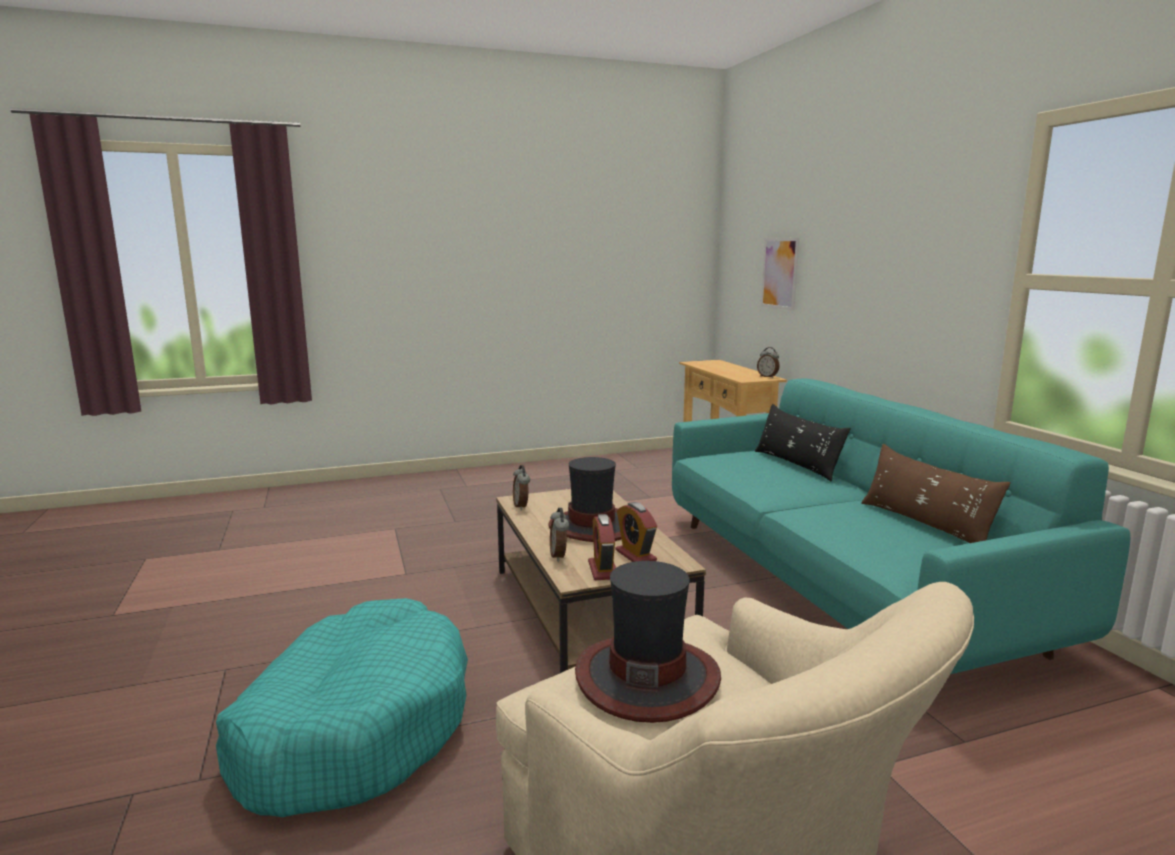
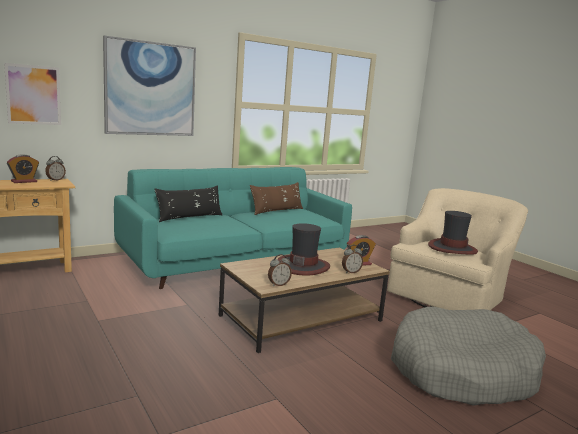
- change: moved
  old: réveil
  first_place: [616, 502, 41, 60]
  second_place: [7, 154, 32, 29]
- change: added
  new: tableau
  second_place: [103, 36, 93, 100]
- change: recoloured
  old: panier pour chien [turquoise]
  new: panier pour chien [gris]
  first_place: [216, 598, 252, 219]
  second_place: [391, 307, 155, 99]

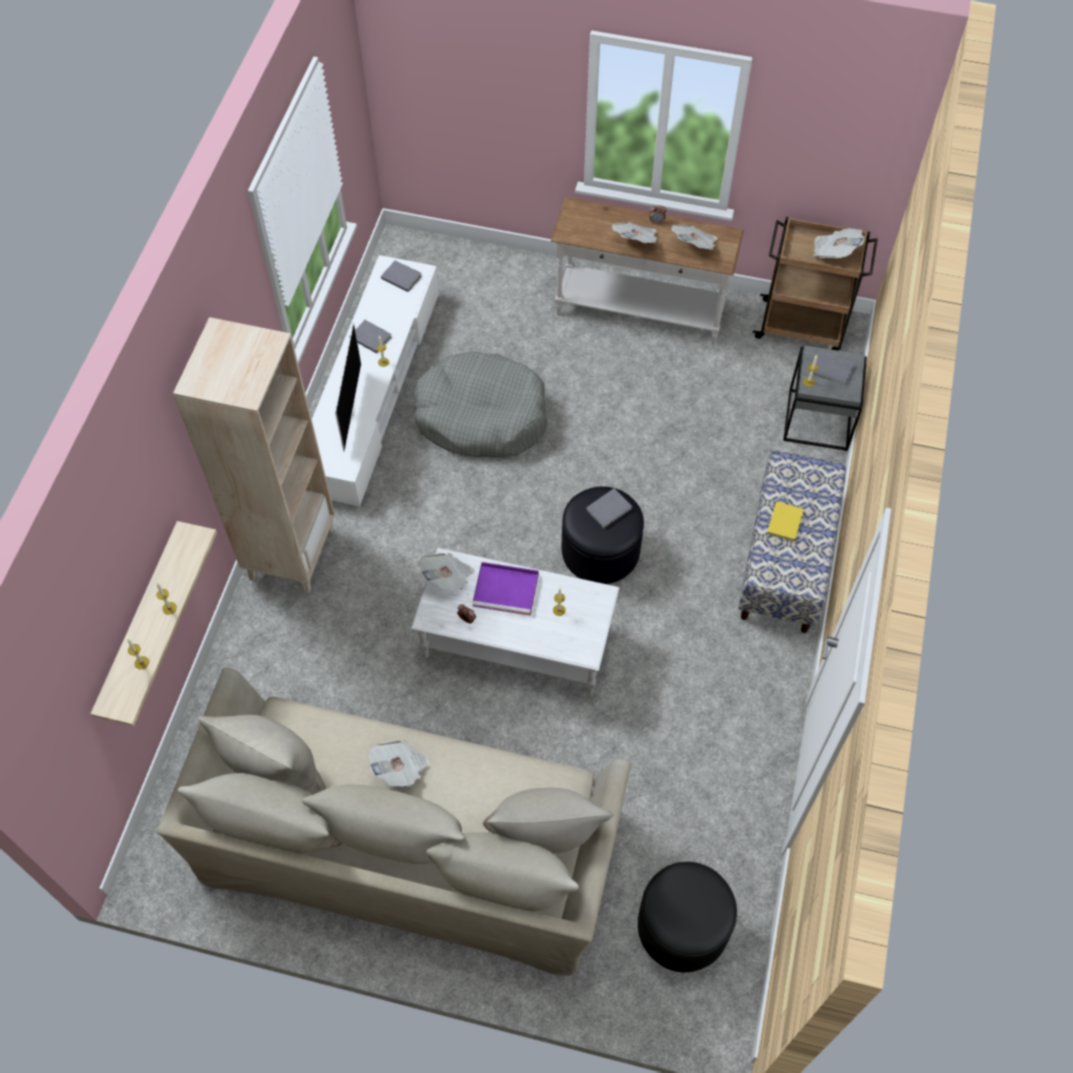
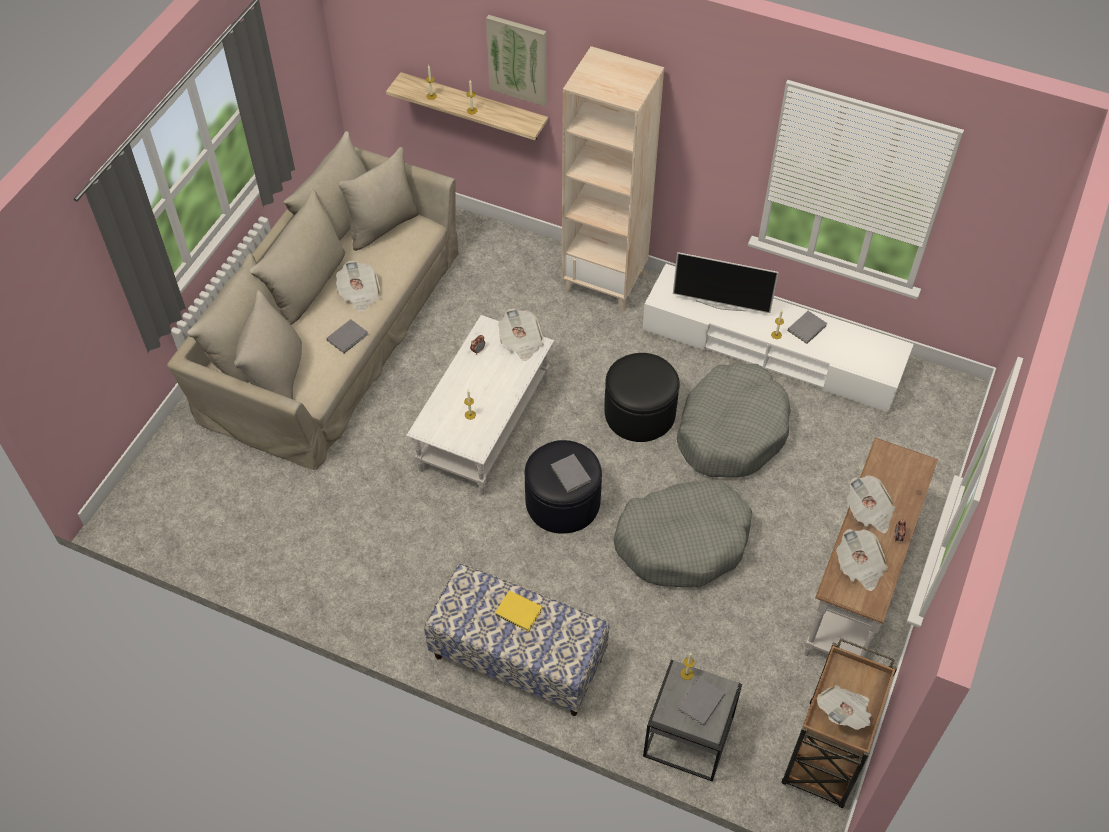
- change: moved
  old: livre [gris]
  first_place: [381, 260, 41, 32]
  second_place: [326, 319, 42, 34]
- change: added
  new: tableau
  second_place: [486, 15, 61, 91]
- change: moved
  old: pouf [noir]
  first_place: [638, 862, 99, 110]
  second_place: [604, 353, 76, 89]
- change: added
  new: panier pour chien [gris]
  second_place: [613, 481, 139, 107]
- change: removed
  old: plateau [violet]
  first_place: [472, 562, 67, 53]

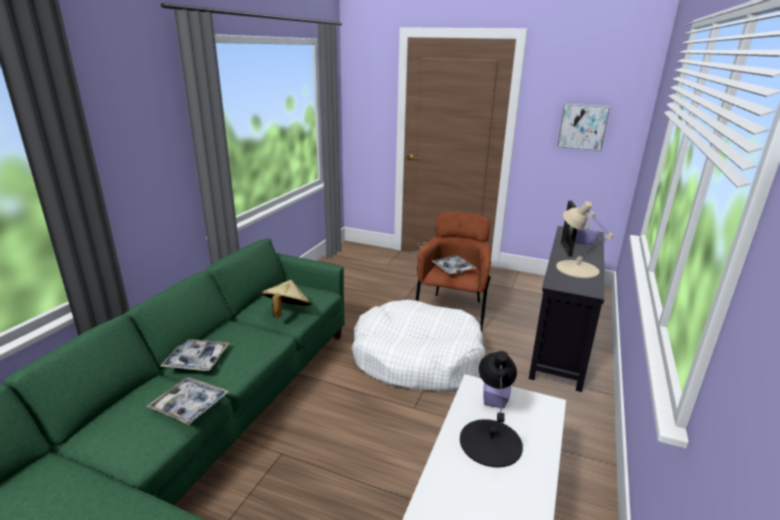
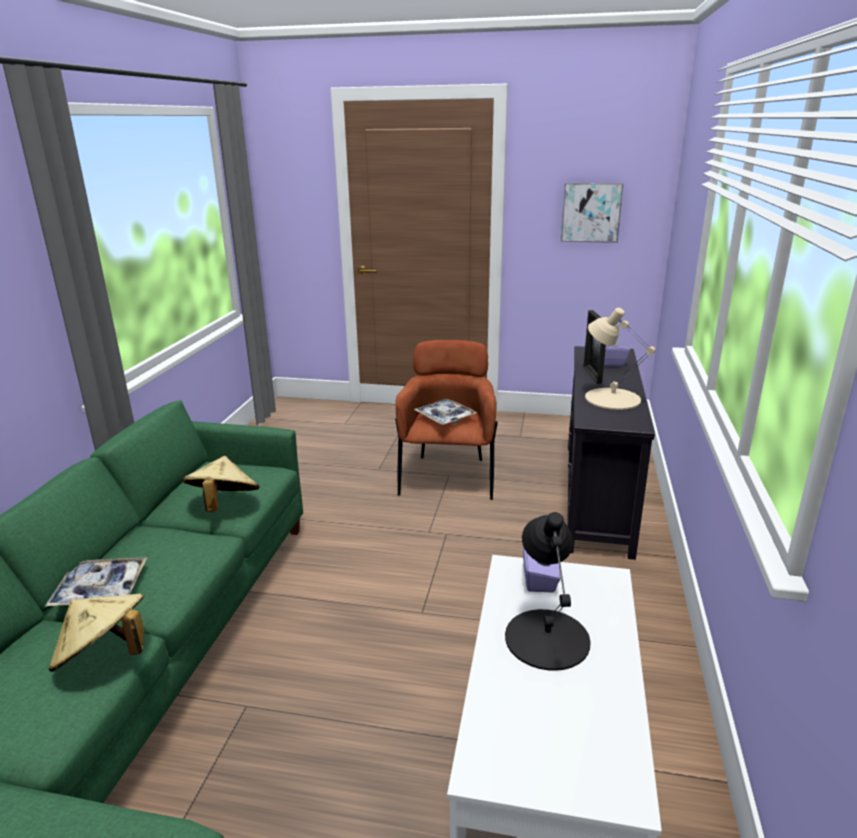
- change: replaced
  old: plateau
  new: chapeau [beige]
  first_place: [146, 377, 83, 48]
  second_place: [49, 594, 95, 78]
- change: removed
  old: panier pour chien [blanc]
  first_place: [352, 300, 133, 91]

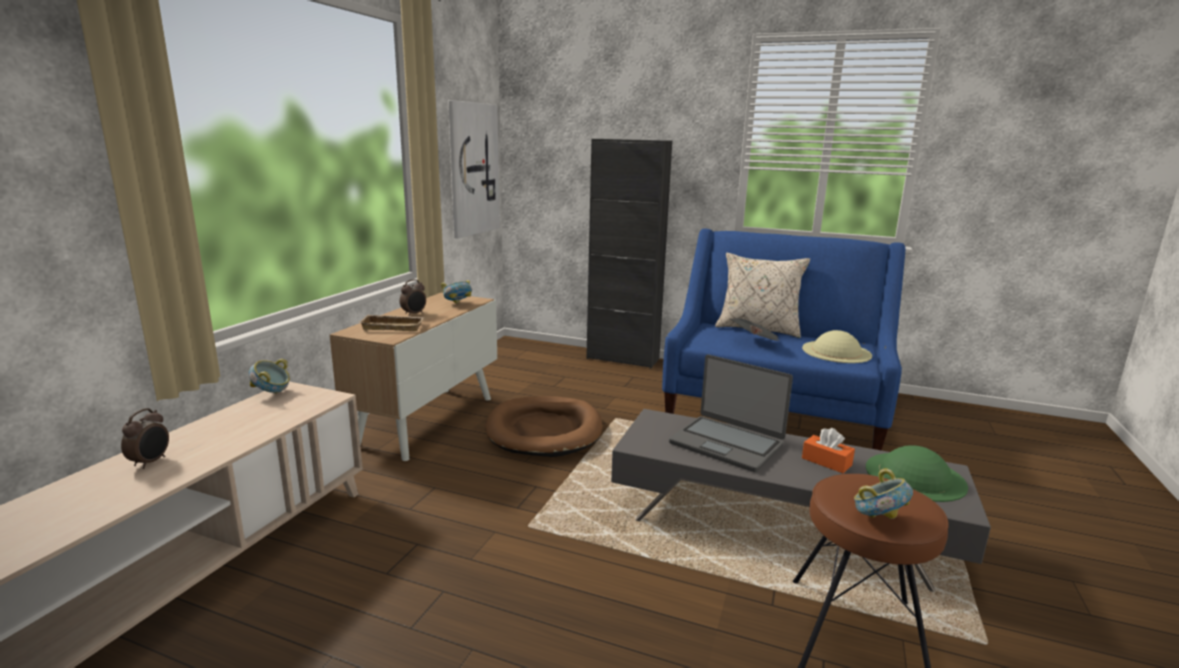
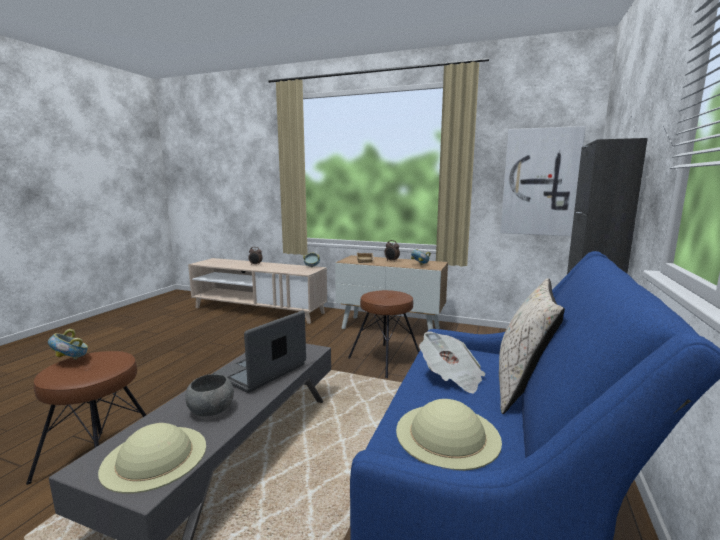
- change: recoloured
  old: chapeau [vert]
  new: chapeau [beige]
  first_place: [866, 446, 102, 56]
  second_place: [98, 423, 108, 71]
- change: replaced
  old: boîte à mouchoirs [orange]
  new: bol [gris]
  first_place: [802, 428, 53, 45]
  second_place: [185, 374, 49, 43]
- change: replaced
  old: panier pour chien [marron]
  new: tabouret [marron]
  first_place: [486, 396, 117, 61]
  second_place: [348, 290, 71, 88]

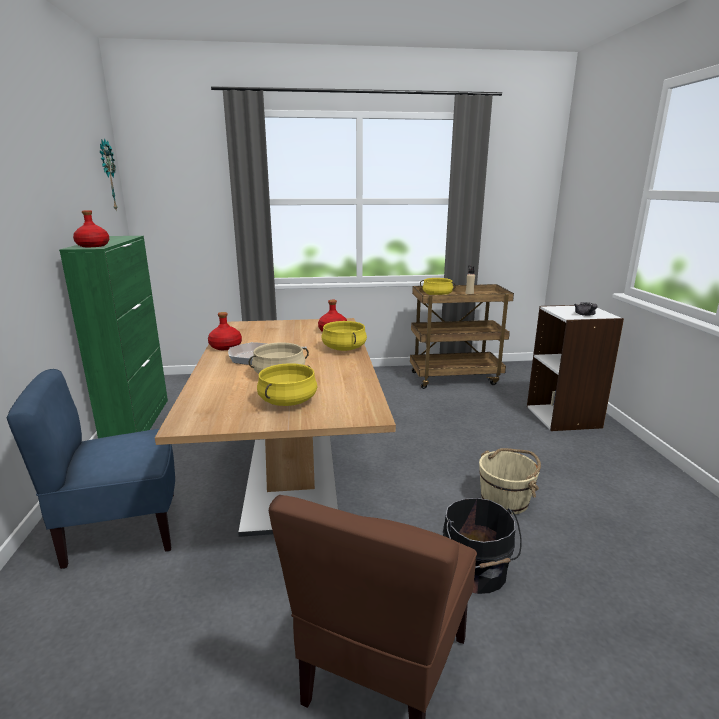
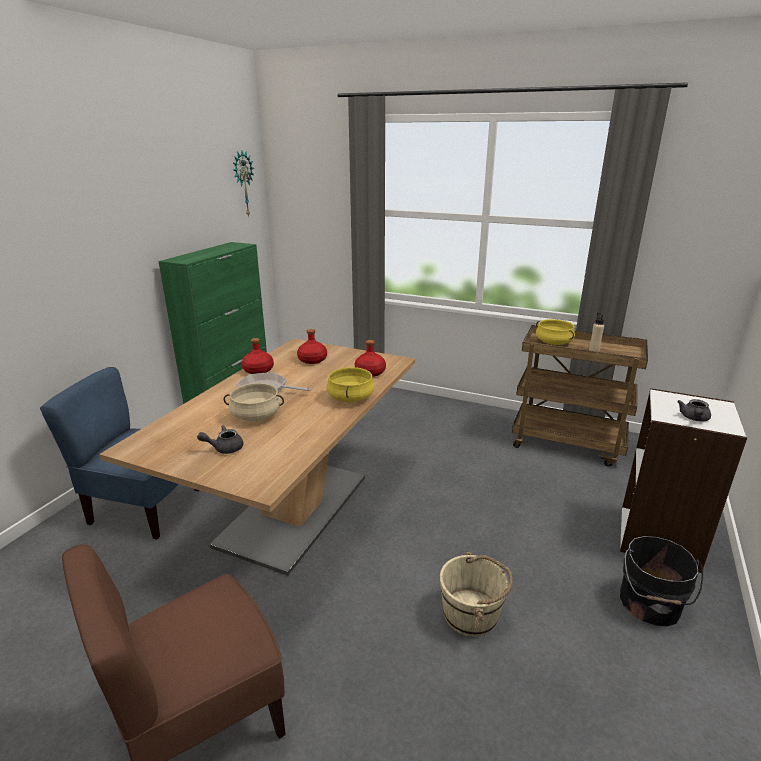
- change: replaced
  old: marmite [jaune]
  new: théière [gris]
  first_place: [257, 363, 61, 43]
  second_place: [197, 425, 46, 29]
- change: moved
  old: bouteille [rouge]
  first_place: [73, 210, 36, 37]
  second_place: [297, 329, 30, 35]
- change: moved
  old: seau [noir]
  first_place: [443, 498, 79, 96]
  second_place: [620, 536, 83, 90]

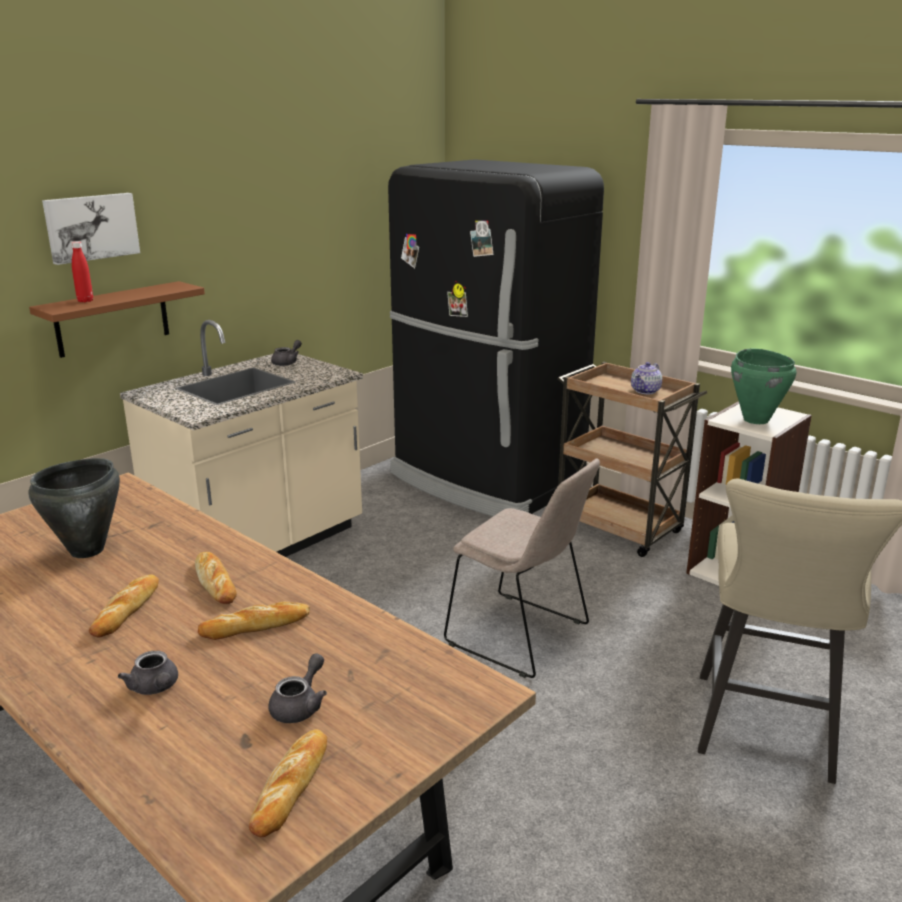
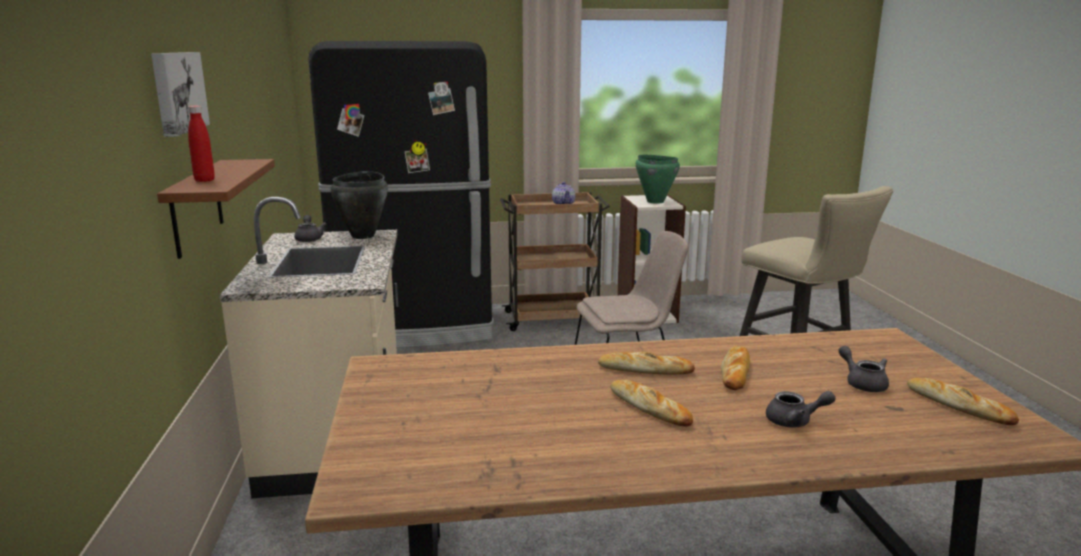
- change: moved
  old: marmite [noir]
  first_place: [28, 458, 92, 100]
  second_place: [331, 171, 57, 68]

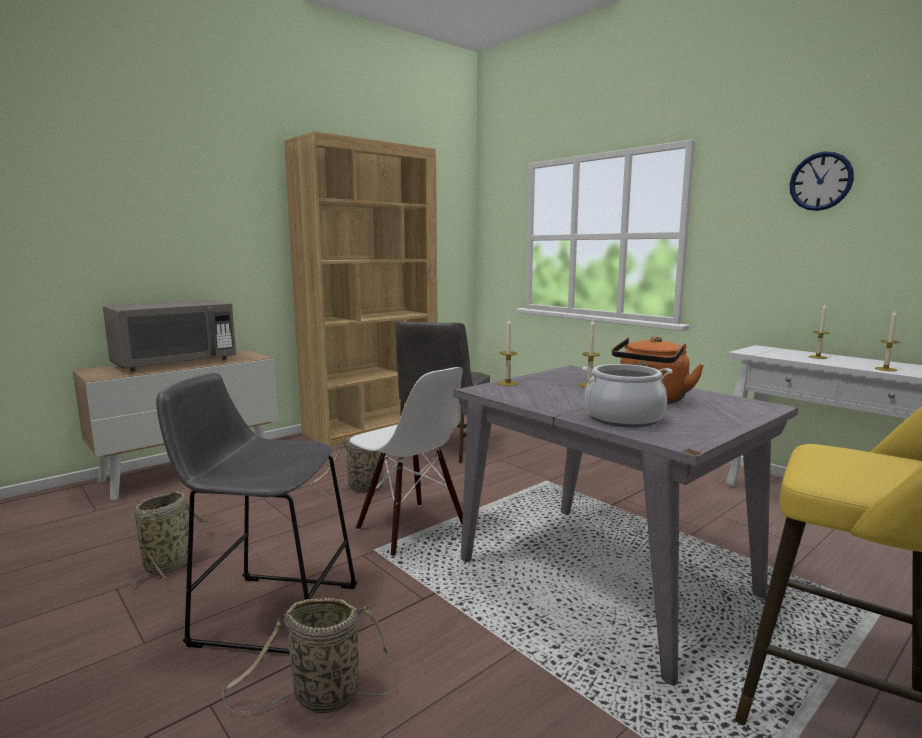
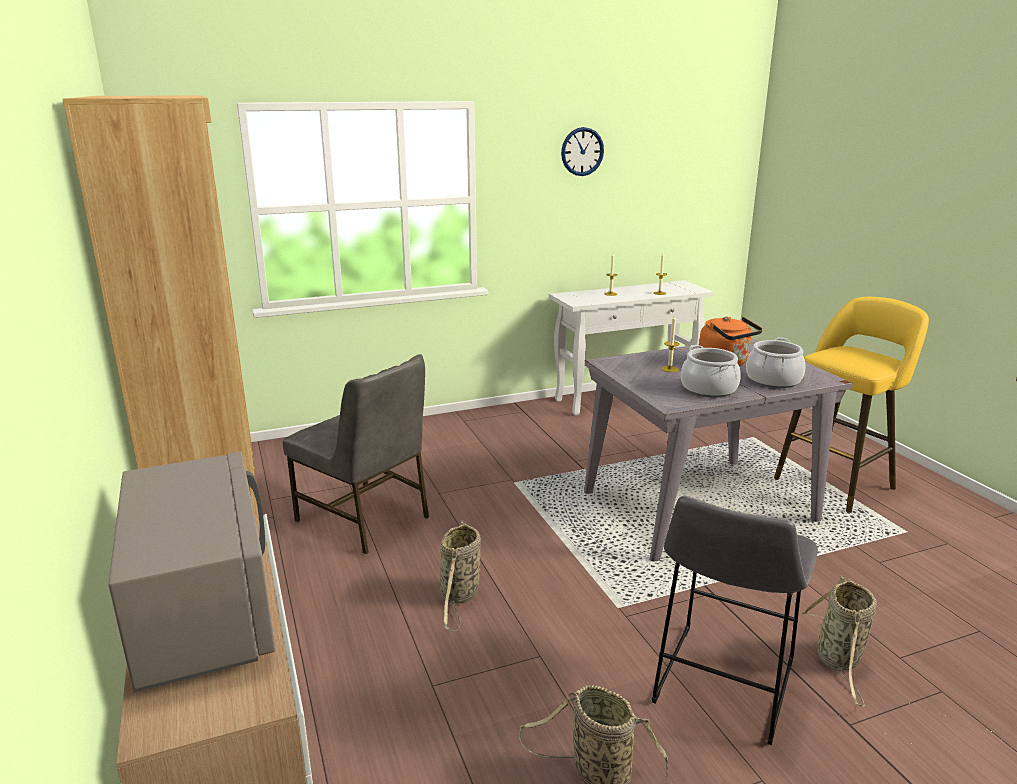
- change: added
  new: marmite
  second_place: [681, 345, 60, 52]
- change: removed
  old: chaise [blanc]
  first_place: [349, 367, 114, 189]
- change: removed
  old: bougie
  first_place: [498, 319, 20, 67]

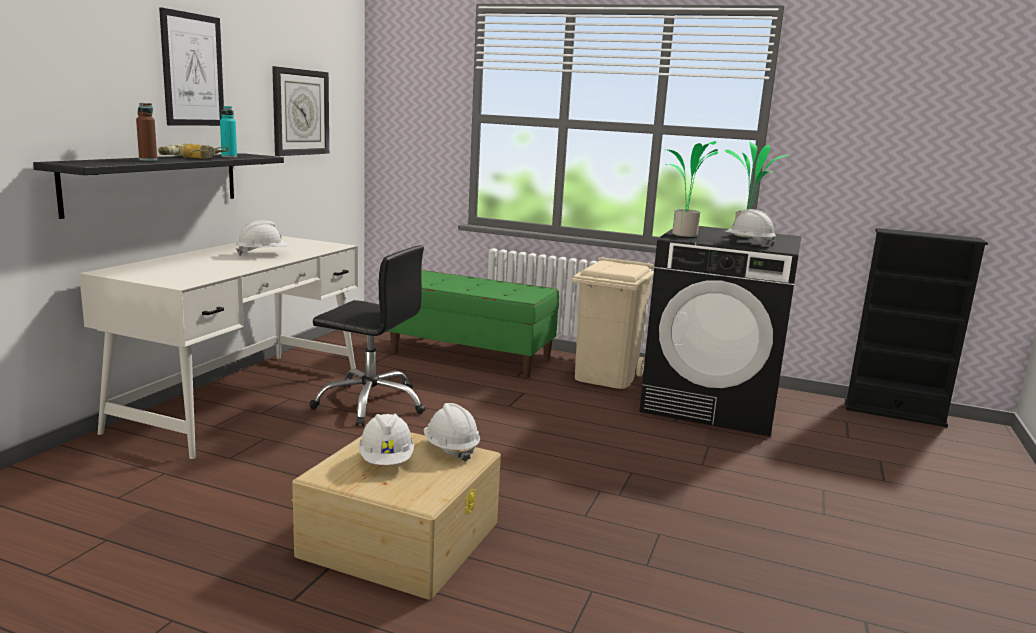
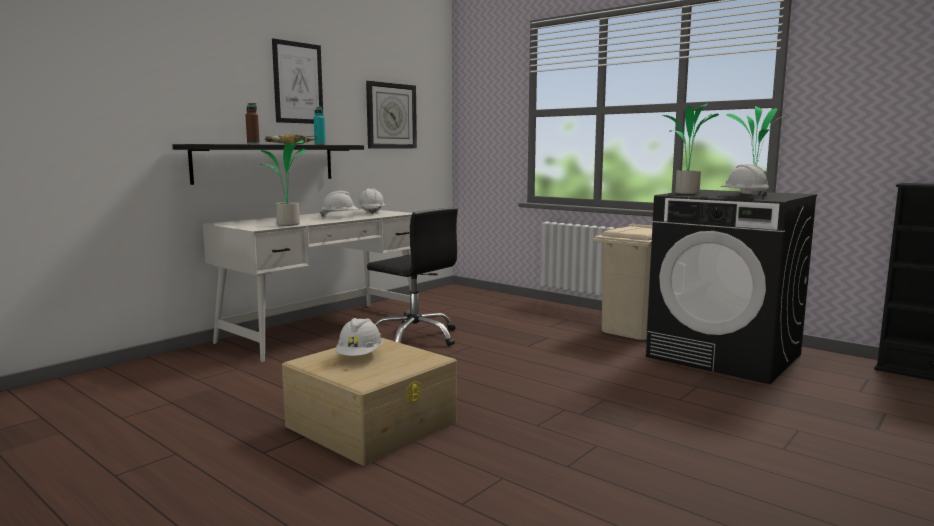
- change: added
  new: plante en pot
  second_place: [258, 140, 48, 86]
- change: moved
  old: casque de chantier [blanc]
  first_place: [424, 403, 56, 59]
  second_place: [357, 188, 28, 26]
- change: removed
  old: banc [vert]
  first_place: [386, 270, 173, 108]

